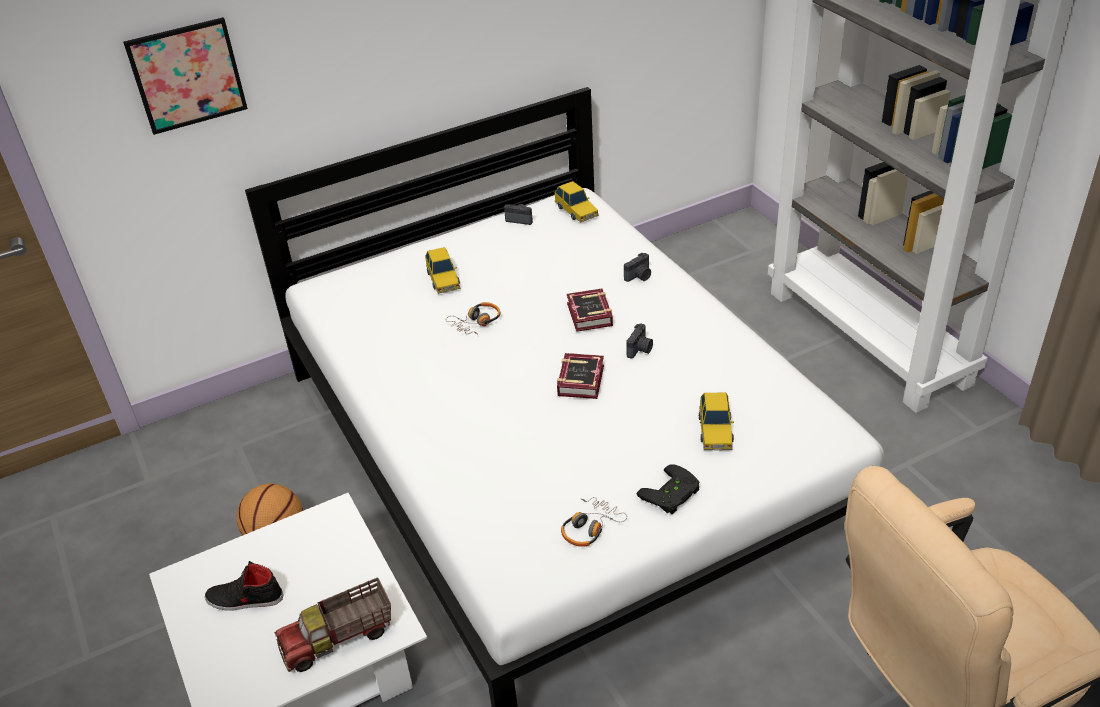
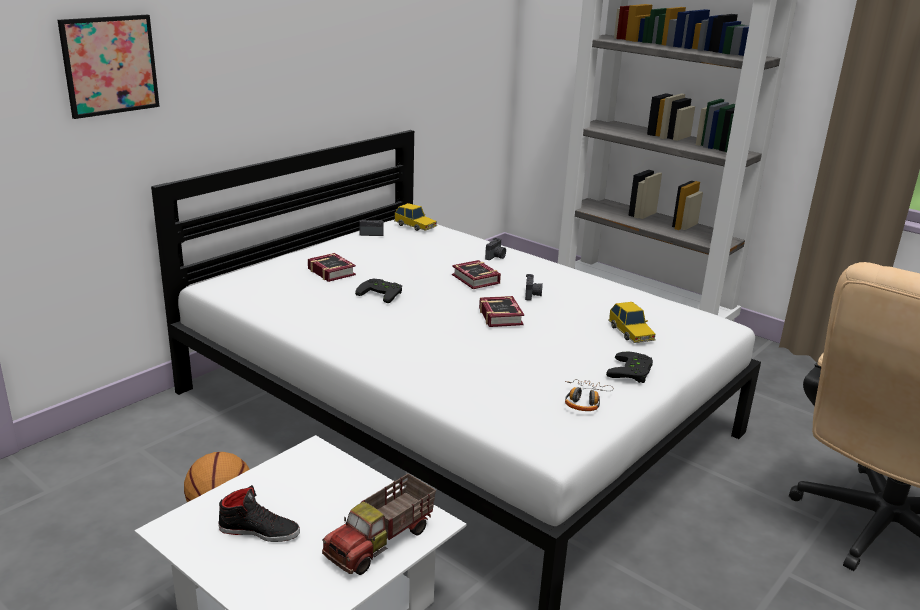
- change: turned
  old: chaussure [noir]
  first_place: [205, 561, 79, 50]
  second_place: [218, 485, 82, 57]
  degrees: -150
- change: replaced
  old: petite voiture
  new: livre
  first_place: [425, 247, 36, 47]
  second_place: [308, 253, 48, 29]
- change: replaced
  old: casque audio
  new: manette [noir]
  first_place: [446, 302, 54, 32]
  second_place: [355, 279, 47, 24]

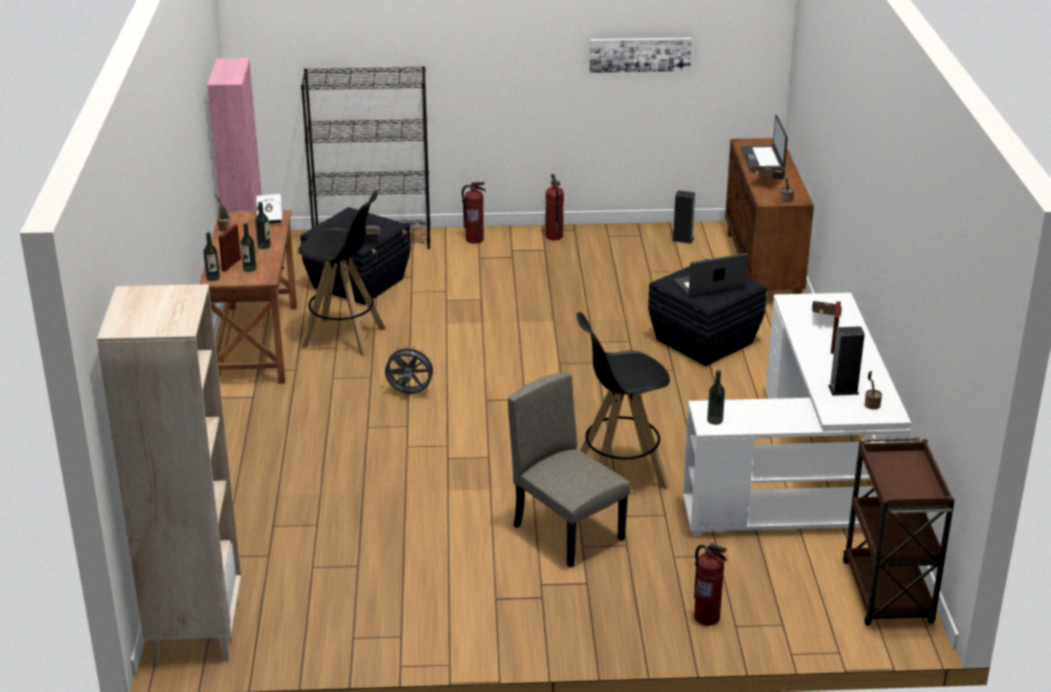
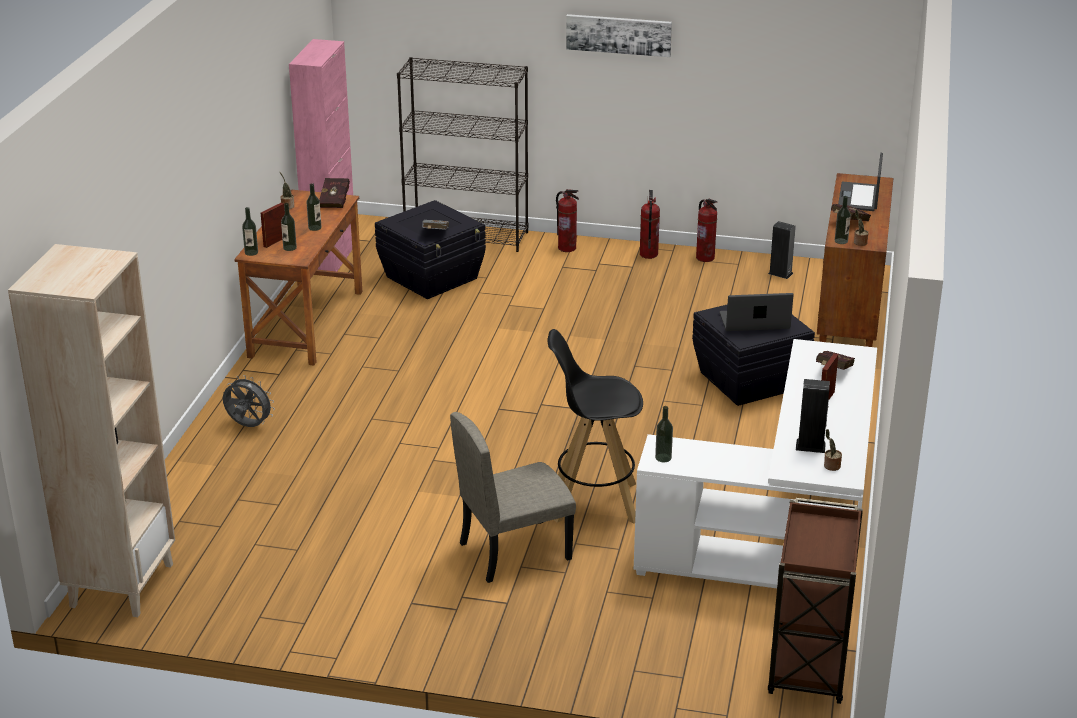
- change: moved
  old: ventilateur [gris]
  first_place: [384, 344, 53, 50]
  second_place: [223, 375, 52, 52]
- change: recoloured
  old: livre [blanc]
  new: livre [rouge]
  first_place: [256, 194, 27, 31]
  second_place: [319, 178, 31, 30]
- change: turned
  old: chaise [beige]
  first_place: [508, 372, 123, 196]
  second_place: [450, 412, 126, 171]
  degrees: -90
- change: moved
  old: tableau
  first_place: [589, 37, 103, 36]
  second_place: [566, 14, 106, 43]
- change: moved
  old: extincteur
  first_place: [694, 543, 33, 83]
  second_place: [696, 198, 21, 64]
- change: added
  new: bouteille
  second_place: [835, 196, 16, 48]
- change: removed
  old: tabouret [noir]
  first_place: [298, 191, 88, 166]

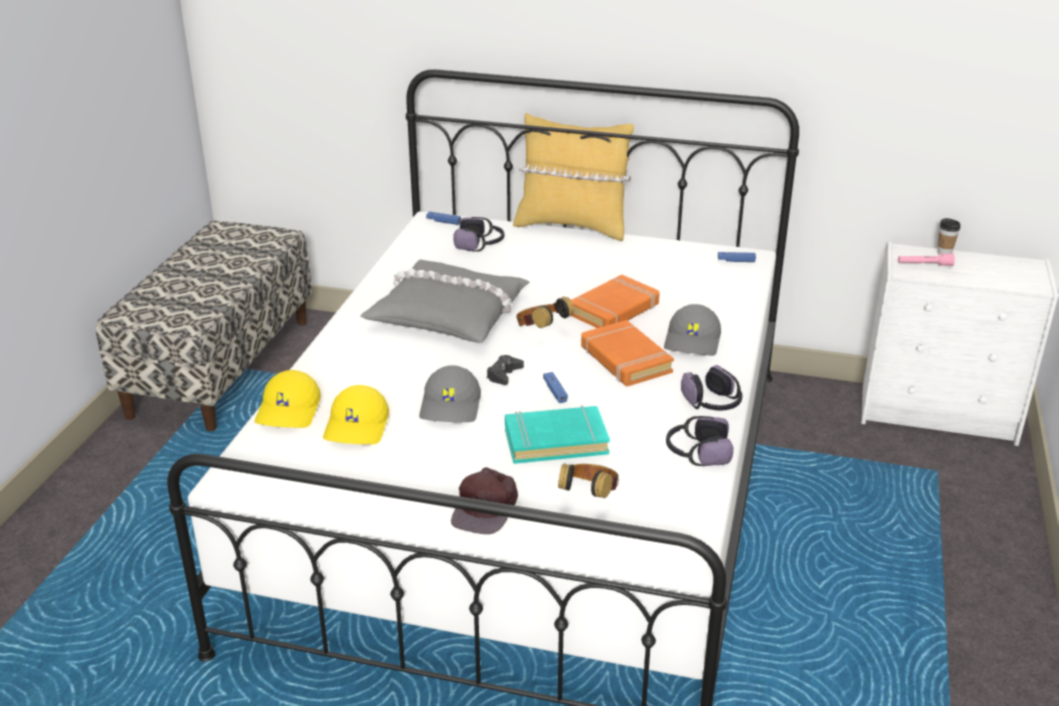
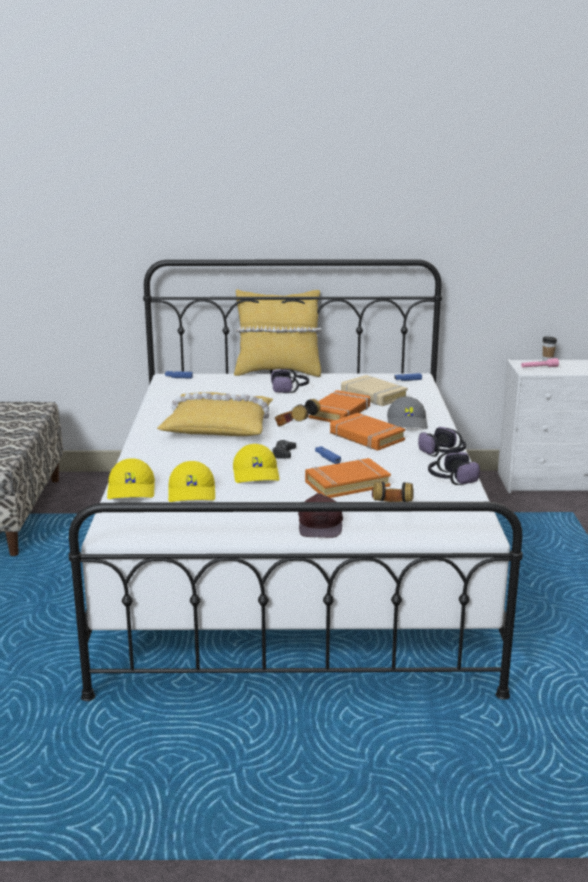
- change: recoloured
  old: coussin [gris]
  new: coussin [jaune]
  first_place: [360, 260, 169, 83]
  second_place: [157, 392, 116, 44]
- change: recoloured
  old: casquette [gris]
  new: casquette [jaune]
  first_place: [419, 365, 62, 57]
  second_place: [233, 444, 47, 39]
- change: moved
  old: casque audio
  first_place: [453, 217, 51, 35]
  second_place: [271, 369, 38, 24]
- change: recoloured
  old: livre [turquoise]
  new: livre [orange]
  first_place: [505, 406, 105, 58]
  second_place: [305, 458, 86, 40]
- change: added
  new: livre [beige]
  second_place: [341, 375, 67, 31]

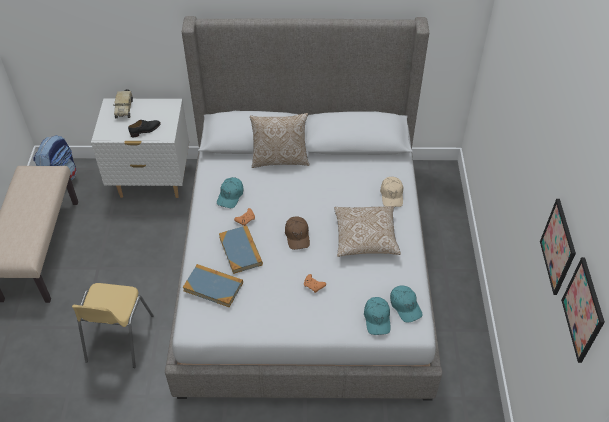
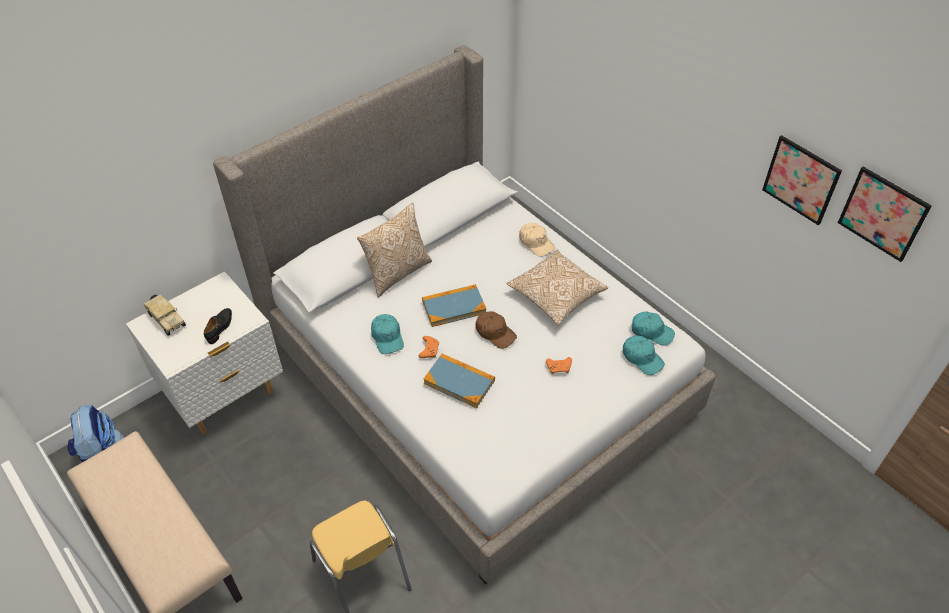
- change: moved
  old: livre
  first_place: [183, 264, 60, 43]
  second_place: [422, 284, 64, 43]

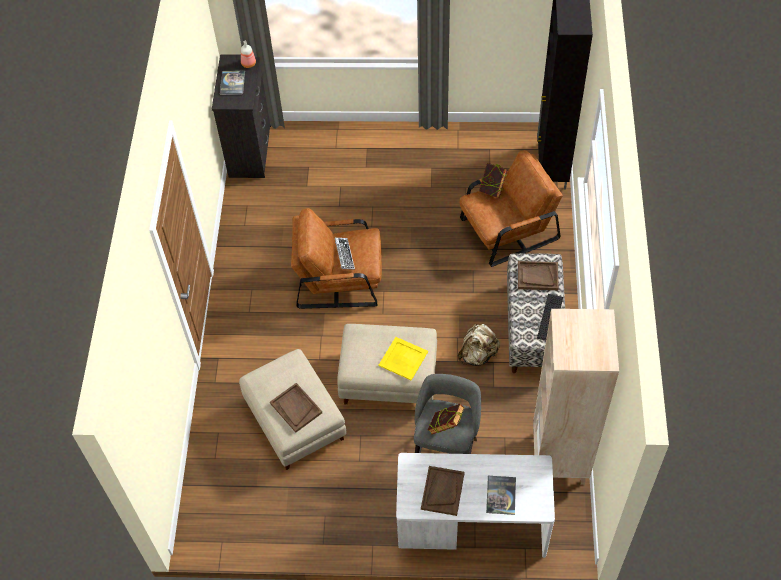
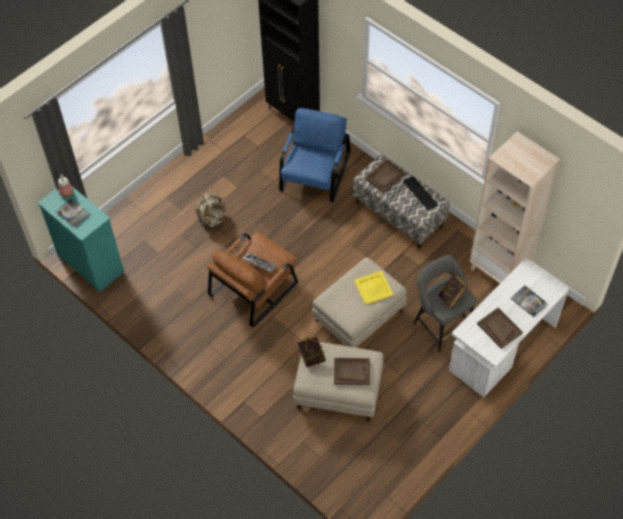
- change: recoloured
  old: commode [noir]
  new: commode [turquoise]
  first_place: [212, 54, 59, 124]
  second_place: [38, 187, 86, 106]
- change: moved
  old: sac à dos [beige]
  first_place: [458, 324, 42, 42]
  second_place: [195, 193, 30, 38]
- change: recoloured
  old: fauteuil [marron]
  new: fauteuil [bleu]
  first_place: [459, 150, 104, 117]
  second_place: [279, 108, 71, 94]
- change: moved
  old: livre
  first_place: [479, 163, 29, 34]
  second_place: [297, 335, 29, 32]

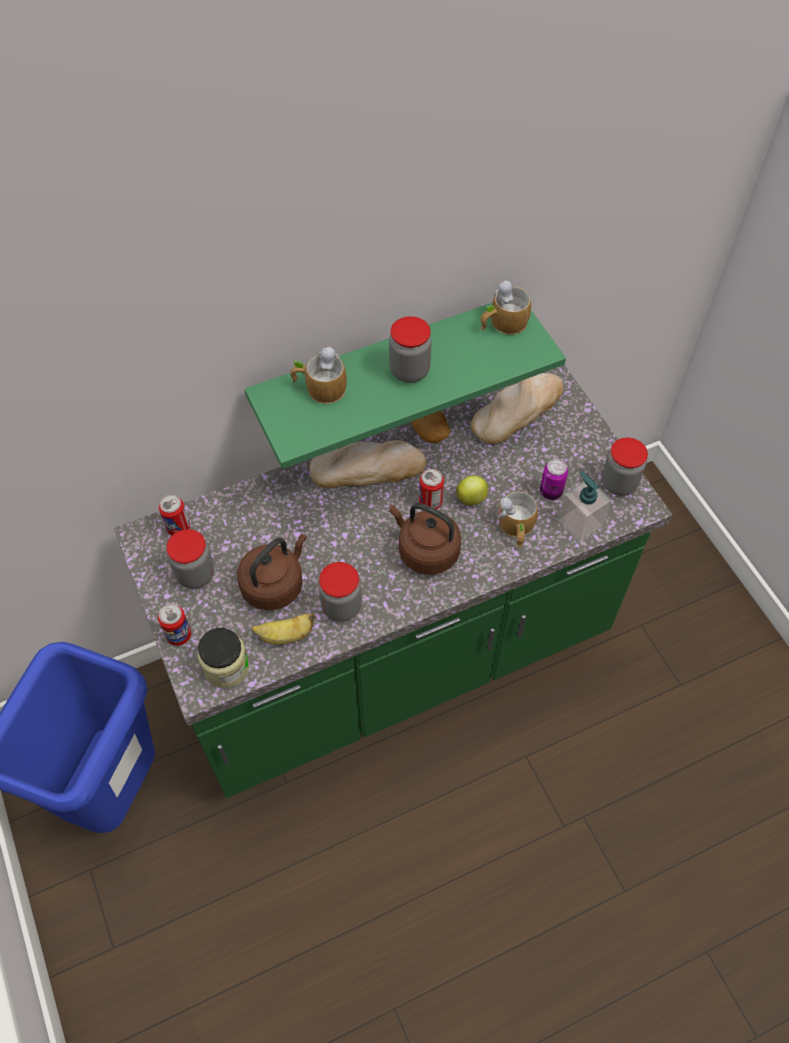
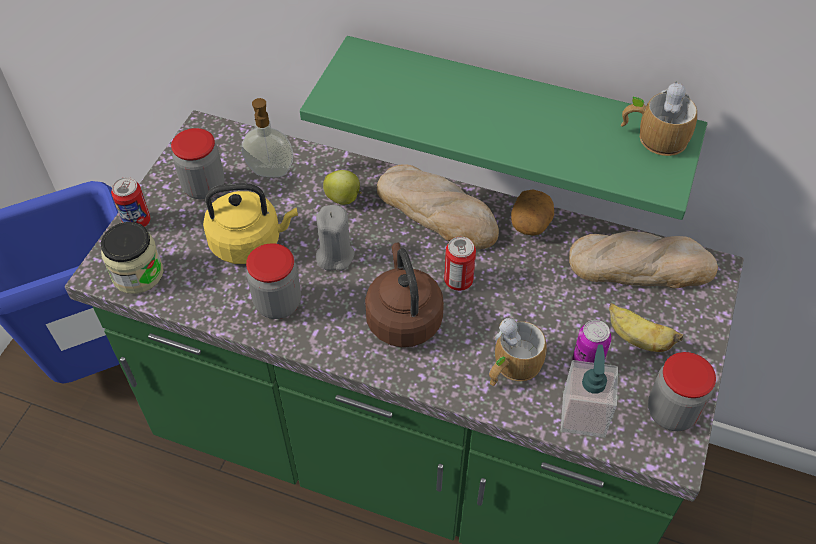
- change: recoloured
  old: bouilloire [marron]
  new: bouilloire [jaune]
  first_place: [237, 534, 70, 76]
  second_place: [203, 183, 95, 81]
- change: added
  new: distributeur de savon
  second_place: [242, 98, 51, 79]
- change: added
  new: bougie [gris]
  second_place: [316, 205, 39, 66]
- change: moved
  old: pomme
  first_place: [456, 475, 33, 30]
  second_place: [323, 170, 39, 35]
- change: moved
  old: banane
  first_place: [251, 613, 65, 32]
  second_place: [609, 303, 74, 49]
- change: removed
  old: boîte métallique
  first_place: [159, 495, 31, 40]
- change: removed
  old: mug
  first_place: [290, 346, 57, 58]
- change: removed
  old: bocal
  first_place: [389, 316, 43, 67]

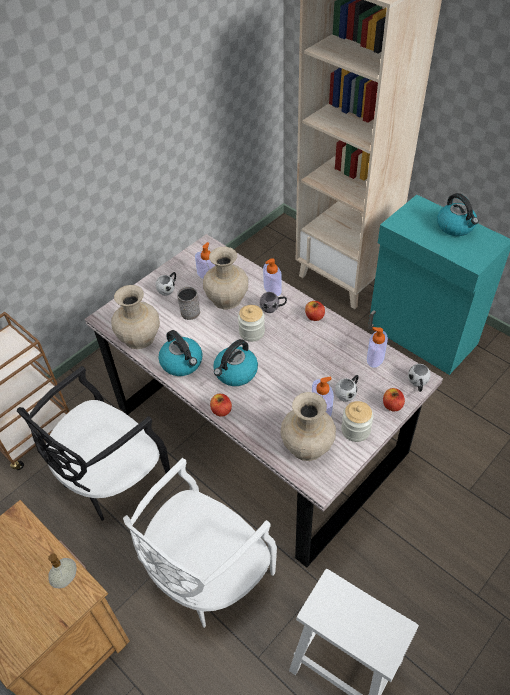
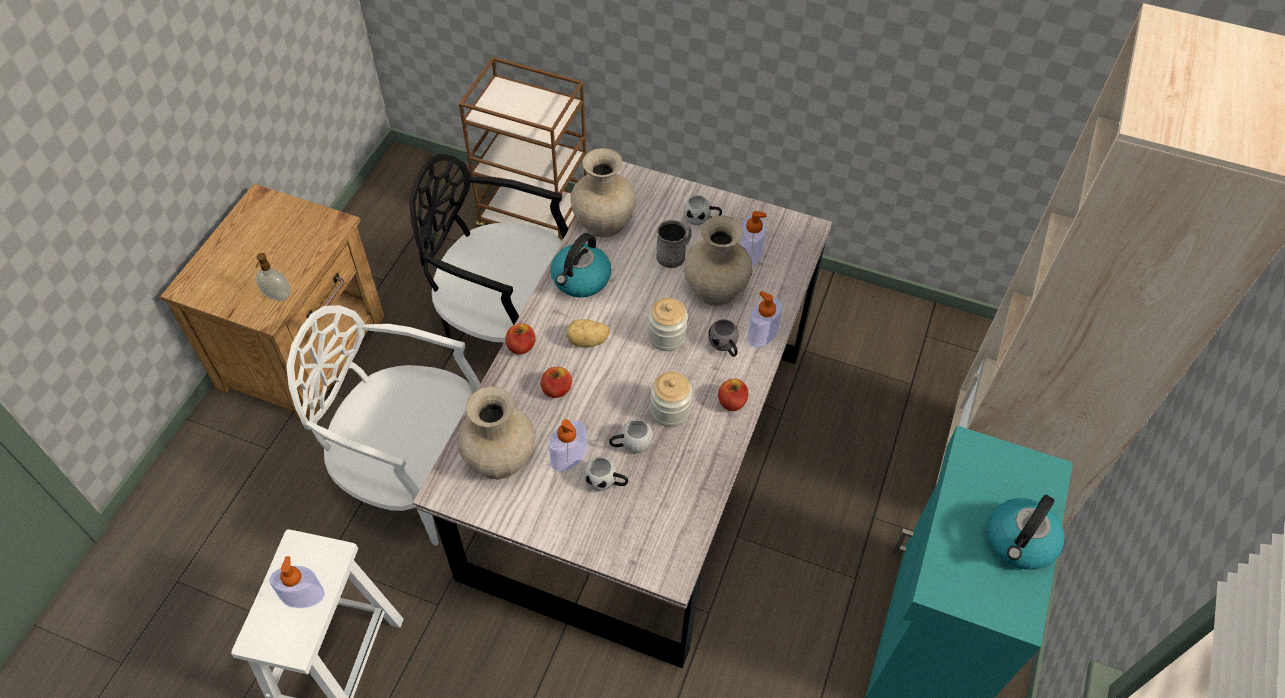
- change: moved
  old: distributeur de savon
  first_place: [367, 327, 21, 41]
  second_place: [269, 556, 56, 52]
- change: moved
  old: pomme
  first_place: [383, 388, 22, 23]
  second_place: [540, 367, 32, 31]
- change: replaced
  old: bouilloire
  new: pomme de terre
  first_place: [213, 339, 45, 47]
  second_place: [566, 319, 44, 28]
- change: moved
  old: mug [blanc]
  first_place: [408, 364, 23, 28]
  second_place: [609, 419, 44, 34]
- change: moved
  old: bocal
  first_place: [341, 401, 32, 41]
  second_place: [650, 372, 42, 55]

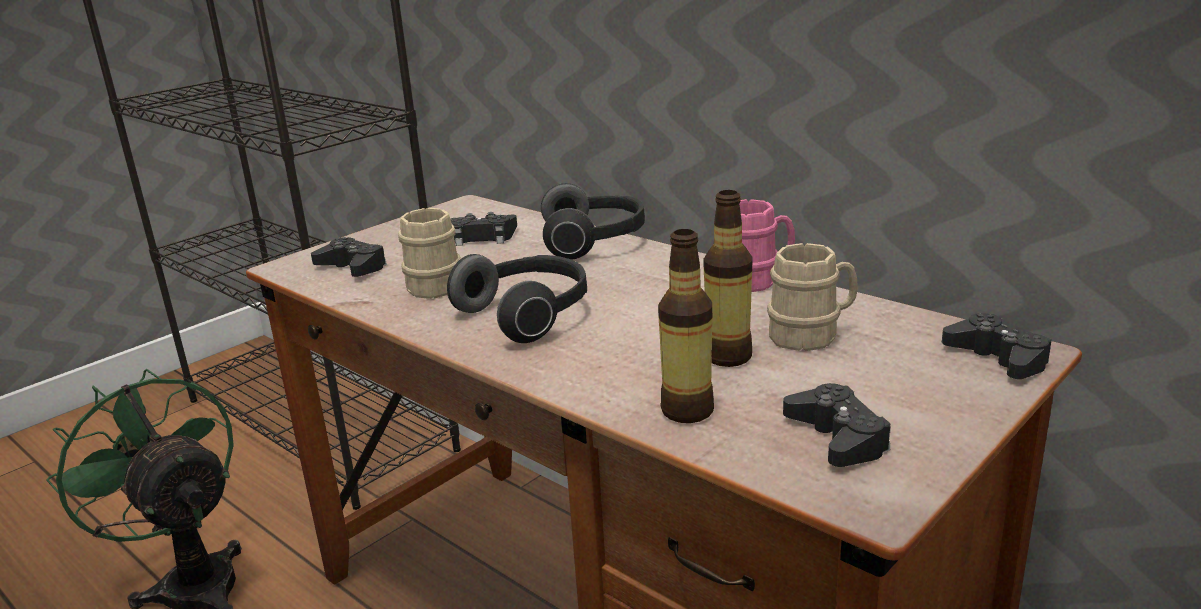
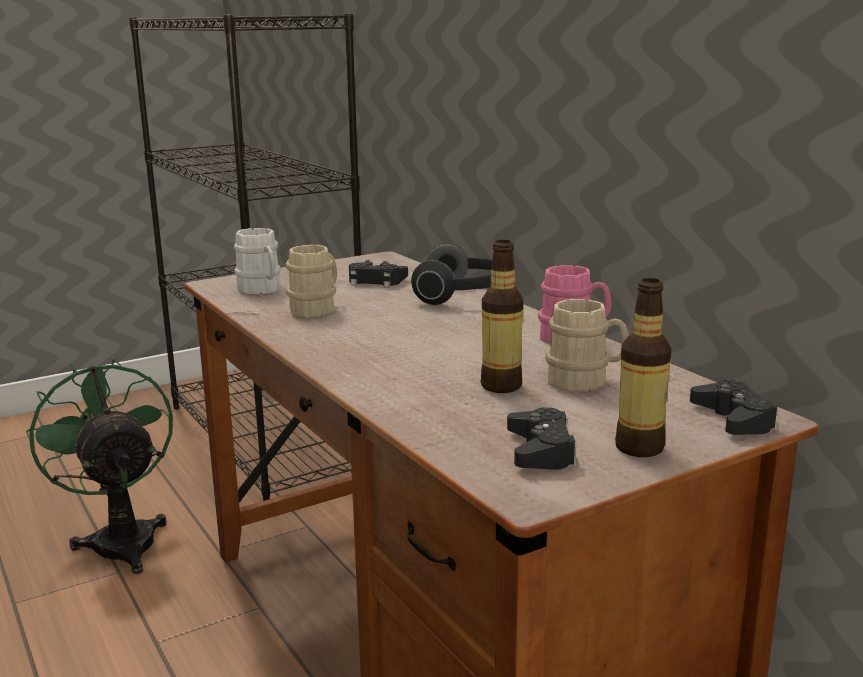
- change: replaced
  old: manette [noir]
  new: mug [blanc]
  first_place: [311, 237, 76, 40]
  second_place: [234, 228, 47, 66]
- change: moved
  old: bouteille
  first_place: [658, 229, 56, 194]
  second_place: [615, 278, 56, 179]
- change: removed
  old: casque audio
  first_place: [447, 254, 140, 89]

